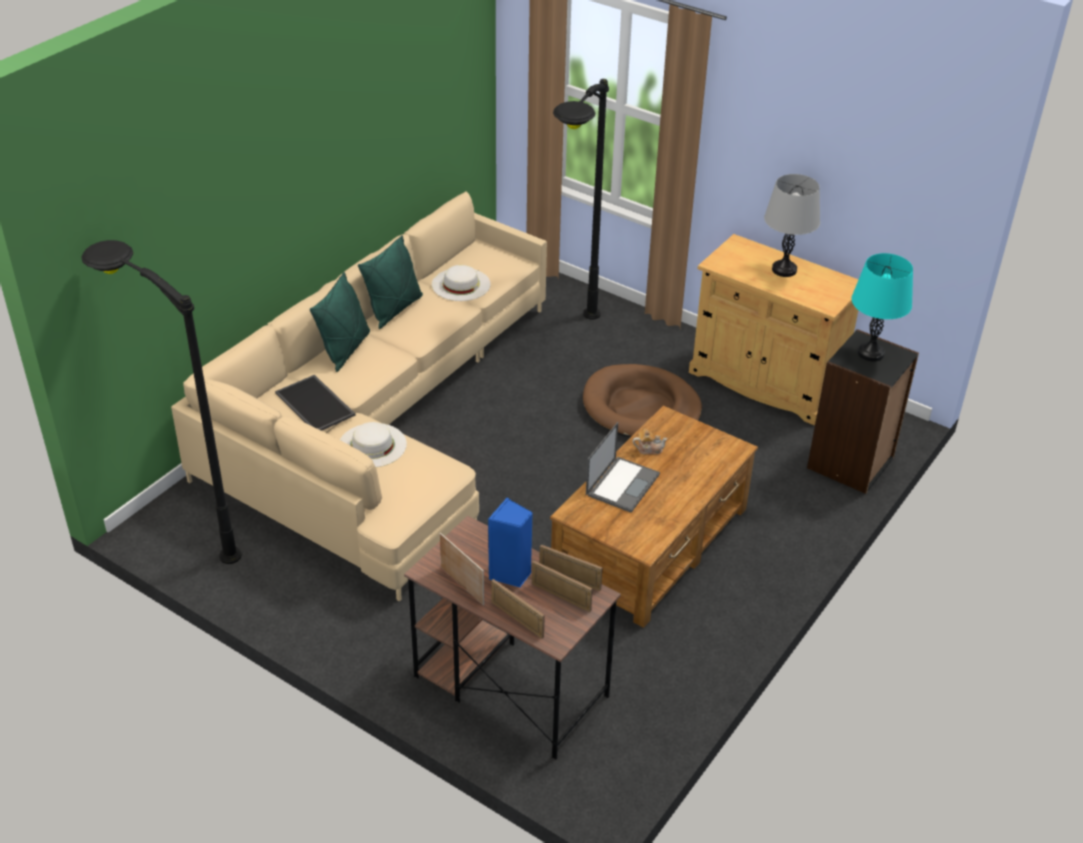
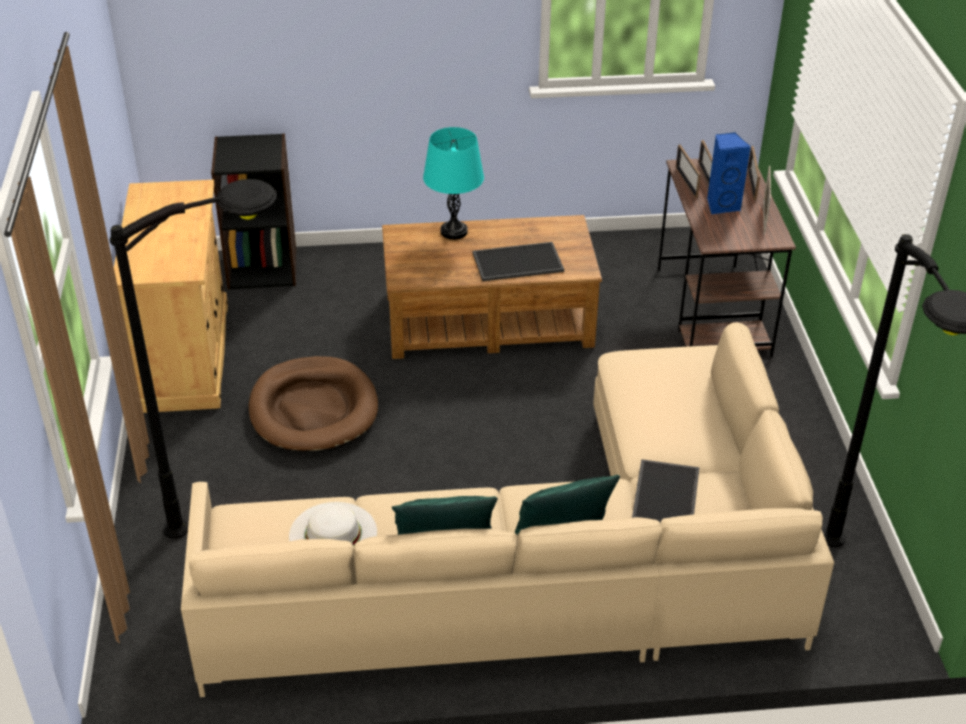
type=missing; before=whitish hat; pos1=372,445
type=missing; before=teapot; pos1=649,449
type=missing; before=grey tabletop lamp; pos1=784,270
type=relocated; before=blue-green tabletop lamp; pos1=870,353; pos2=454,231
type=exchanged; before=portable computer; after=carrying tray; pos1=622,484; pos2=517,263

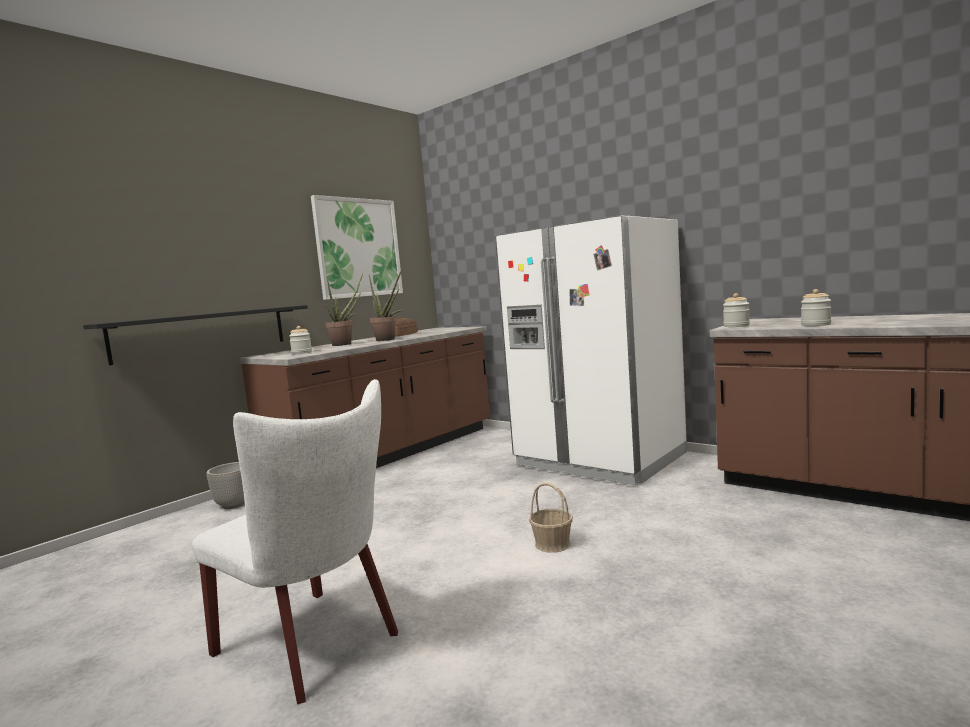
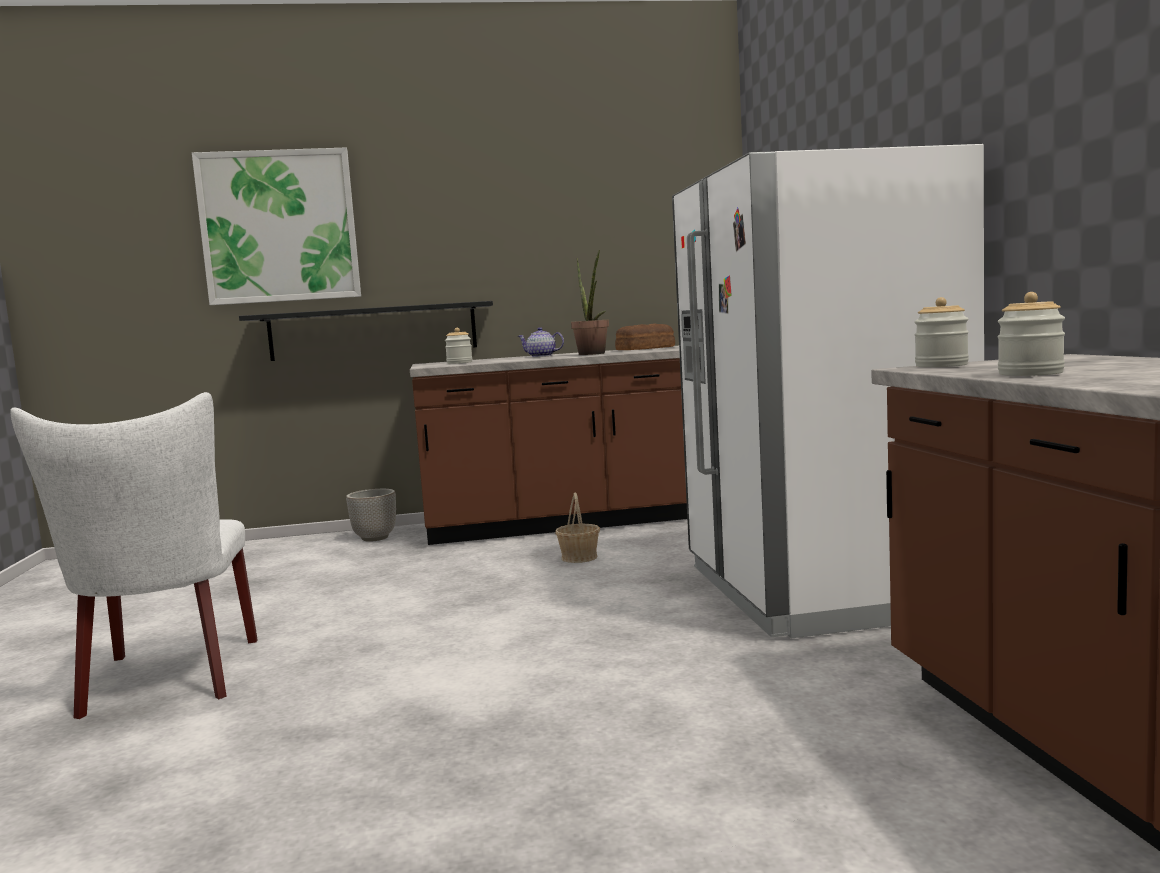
type=relocated; before=wall art; pos1=358,248; pos2=279,227
type=relocated; before=basket; pos1=552,544; pos2=579,557
type=exchanged; before=potted plant; after=teapot; pos1=345,344; pos2=541,356

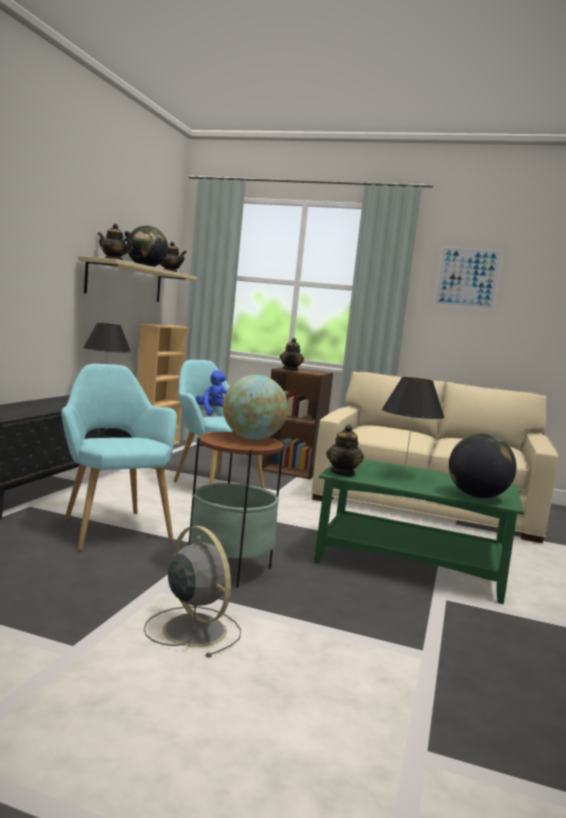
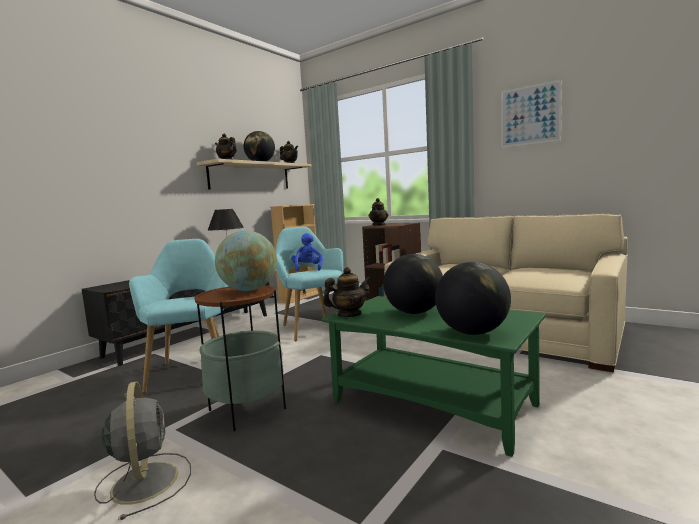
type=exchanged; before=black tabletop lamp; after=world globe; pos1=404,475; pos2=414,312
type=spun; before=teapot; pos1=343,473; pos2=349,315; turn=-135

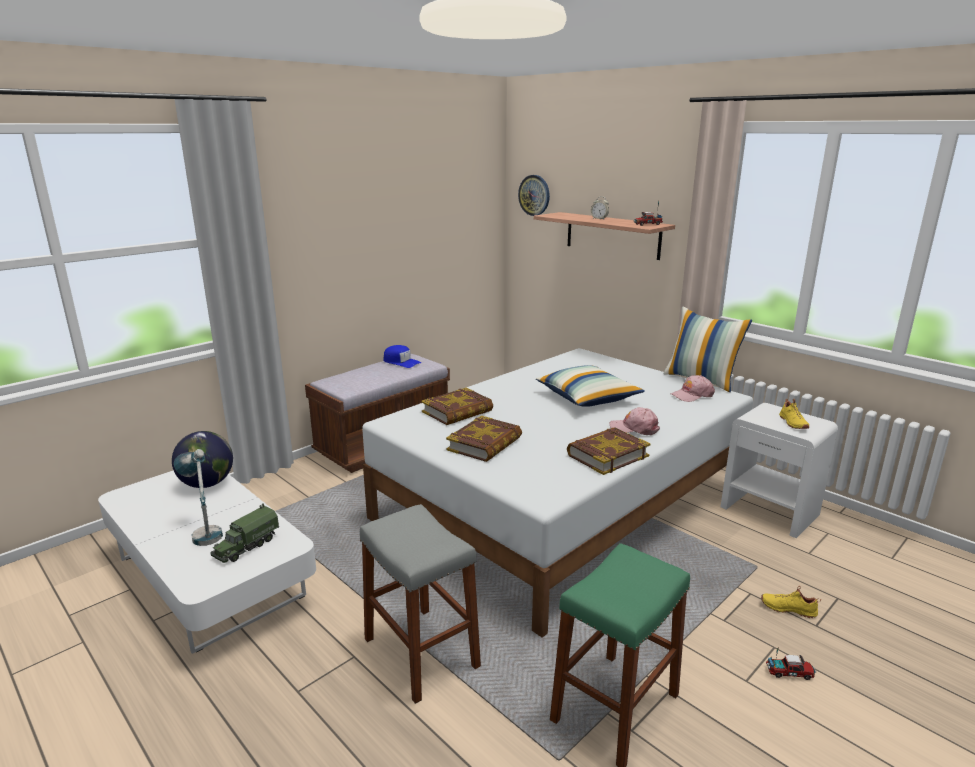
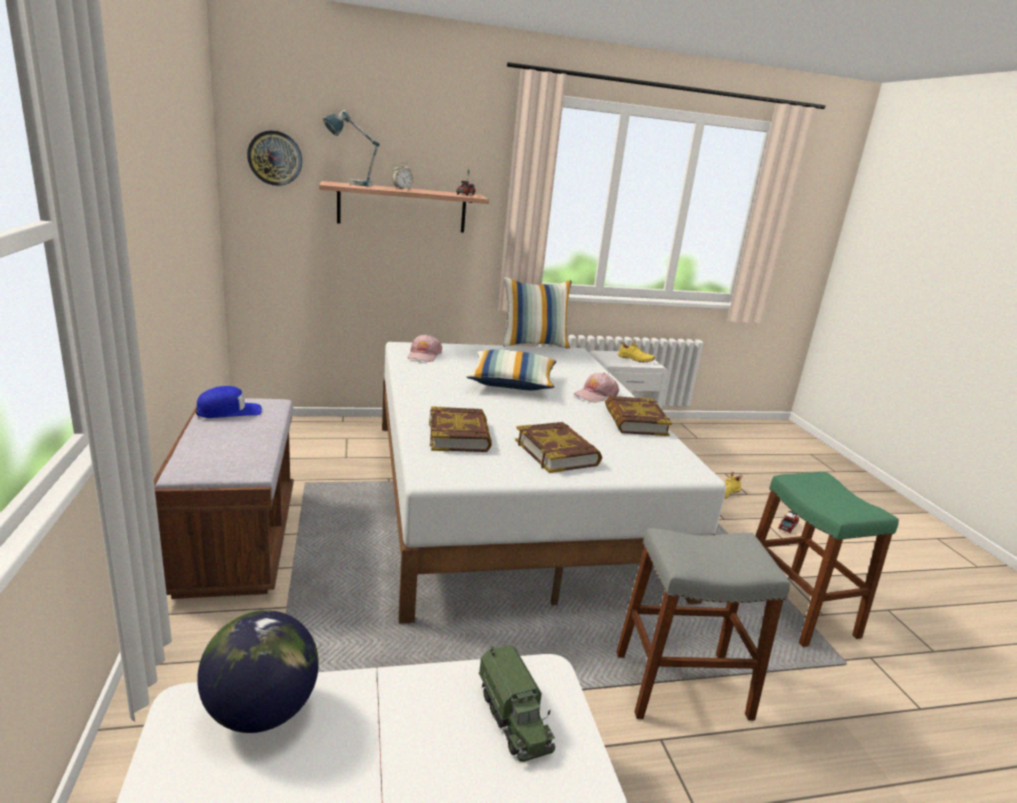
type=relocated; before=tabletop lamp; pos1=204,531; pos2=350,184
type=relocated; before=pink cap; pos1=692,395; pos2=424,355

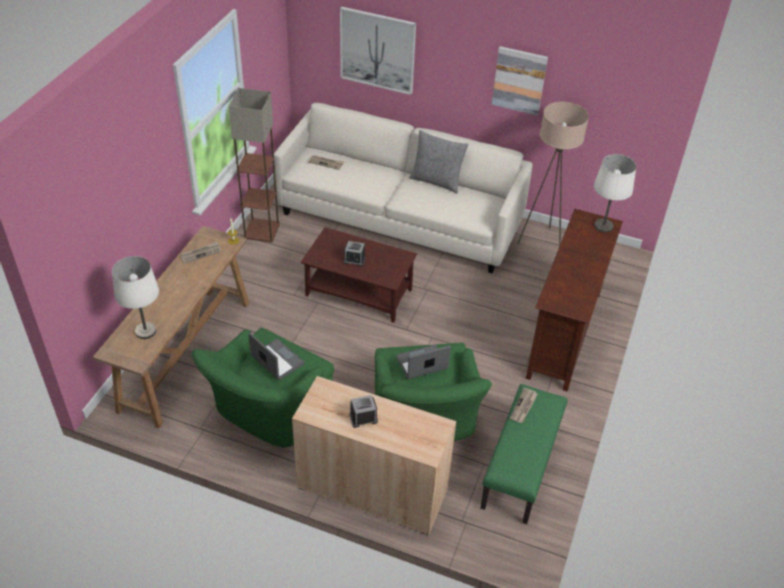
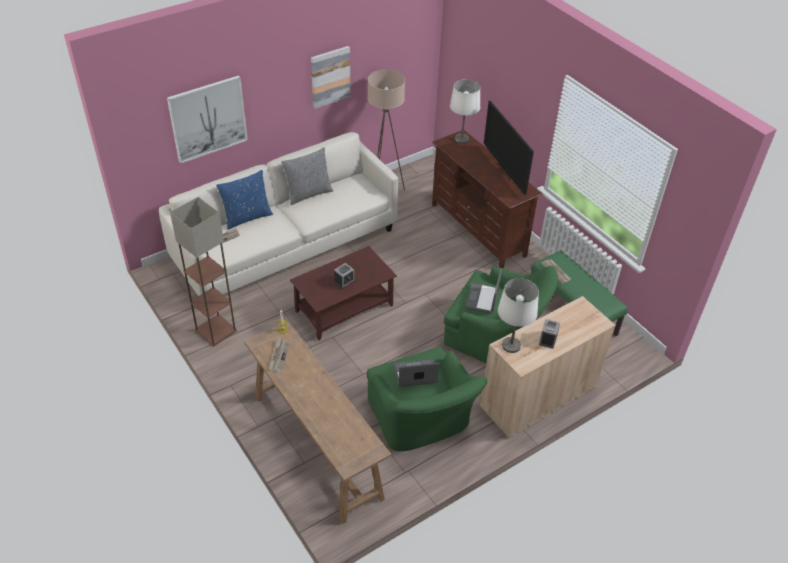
type=appeared; after=blue-coloured cushion; pos2=247,217
type=appeared; after=television; pos2=505,171
type=relocated; before=whitish tabletop lamp; pos1=146,331; pos2=511,345

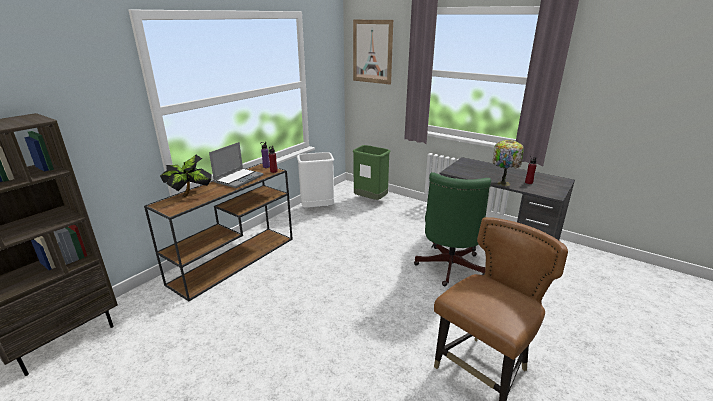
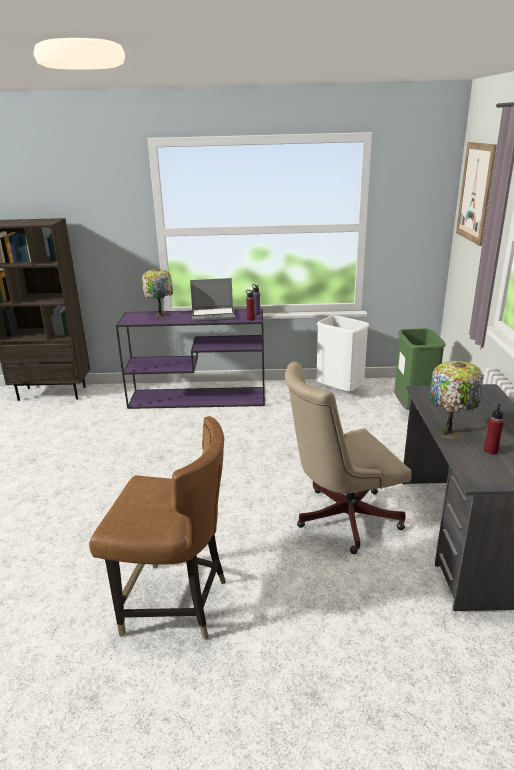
type=exchanged; before=potted plant; after=tabletop lamp; pos1=191,195; pos2=160,315
type=colour; before=brownish hall table; after=purple-coloured hall table; pos1=235,259; pos2=199,398
type=colour; before=green computer chair; after=sand-coloured computer chair; pos1=448,269; pos2=341,518

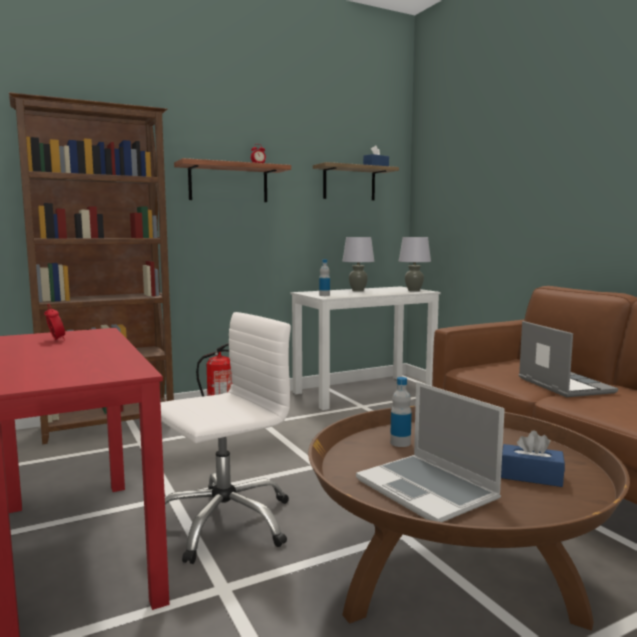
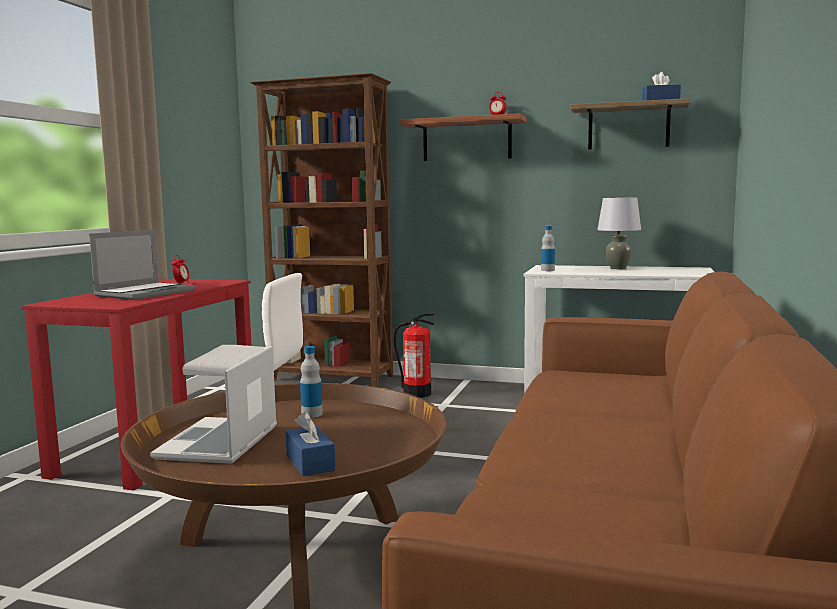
type=missing; before=grey tabletop lamp; pos1=413,290
type=relocated; before=portable computer; pos1=563,385; pos2=145,293

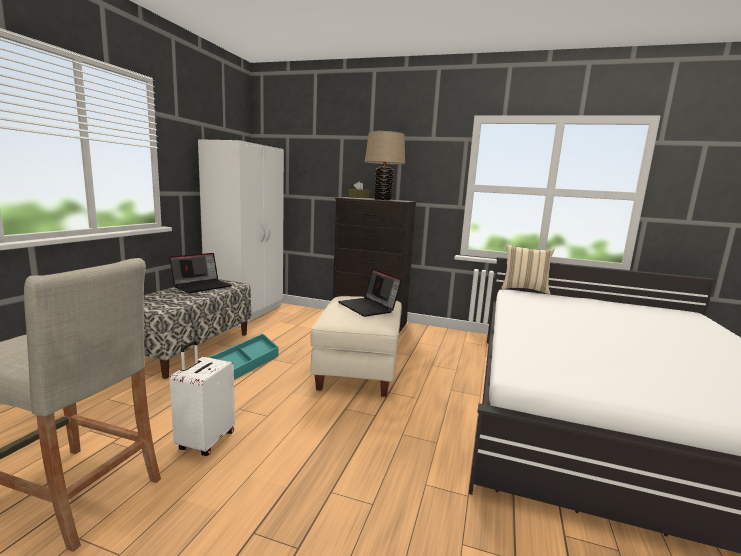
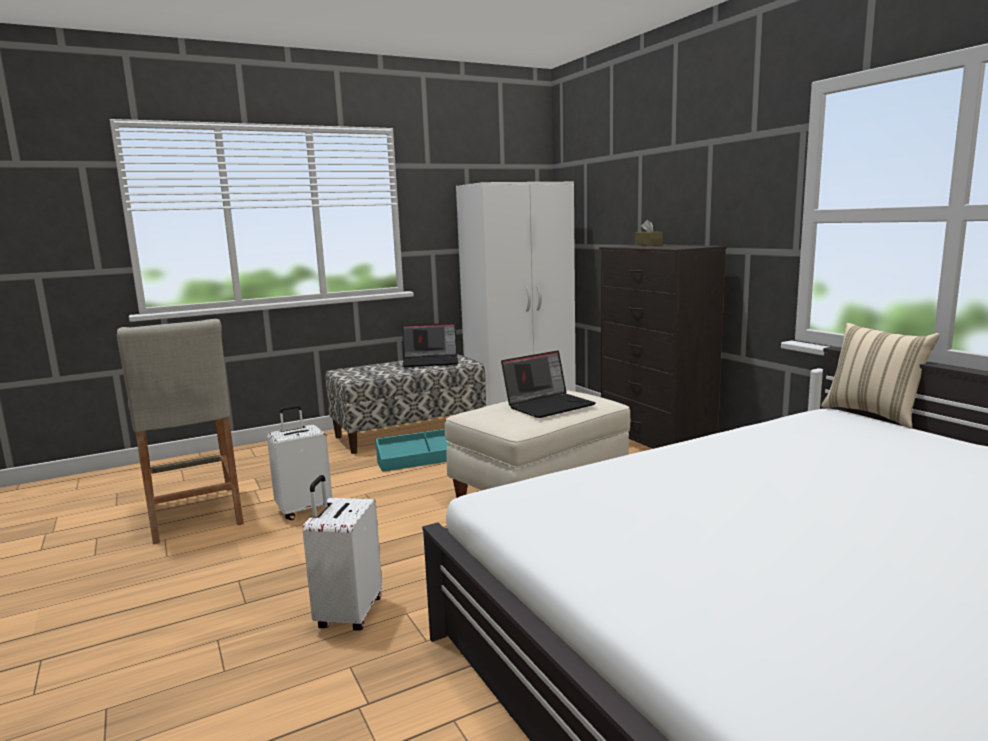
type=missing; before=sand-coloured tabletop lamp; pos1=382,199
type=appeared; after=whitish piece of luggage; pos2=348,614
type=spun; before=portable computer; pos1=369,307; pos2=549,405; turn=-135

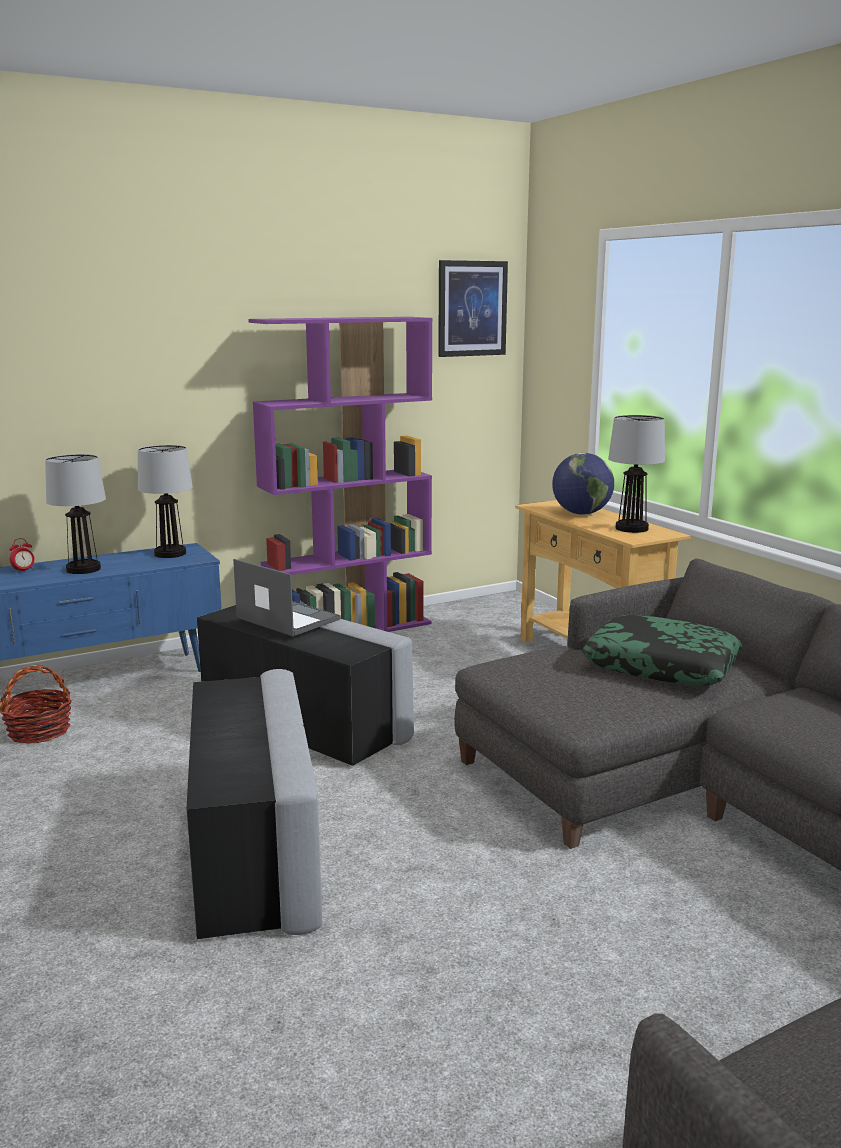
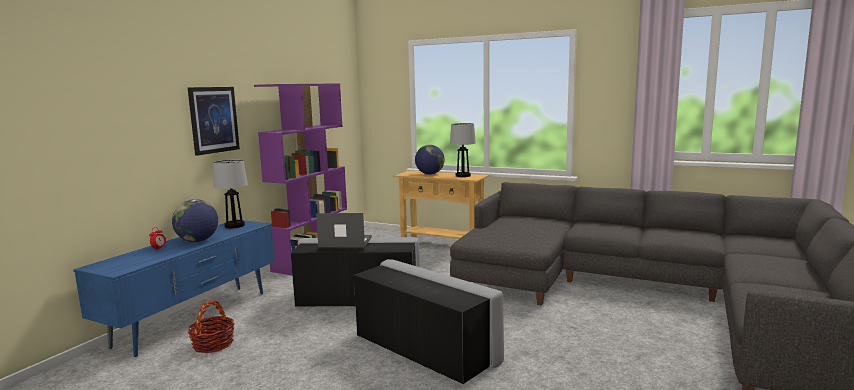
type=missing; before=cushion; pos1=660,666
type=relocated; before=wall art; pos1=472,308; pos2=214,120
type=exchanged; before=tabletop lamp; after=world globe; pos1=83,569; pos2=197,241

